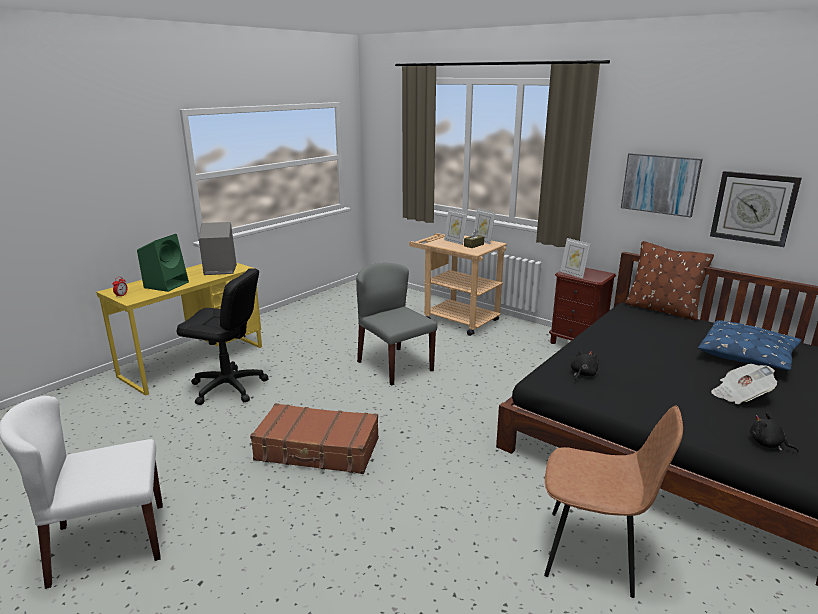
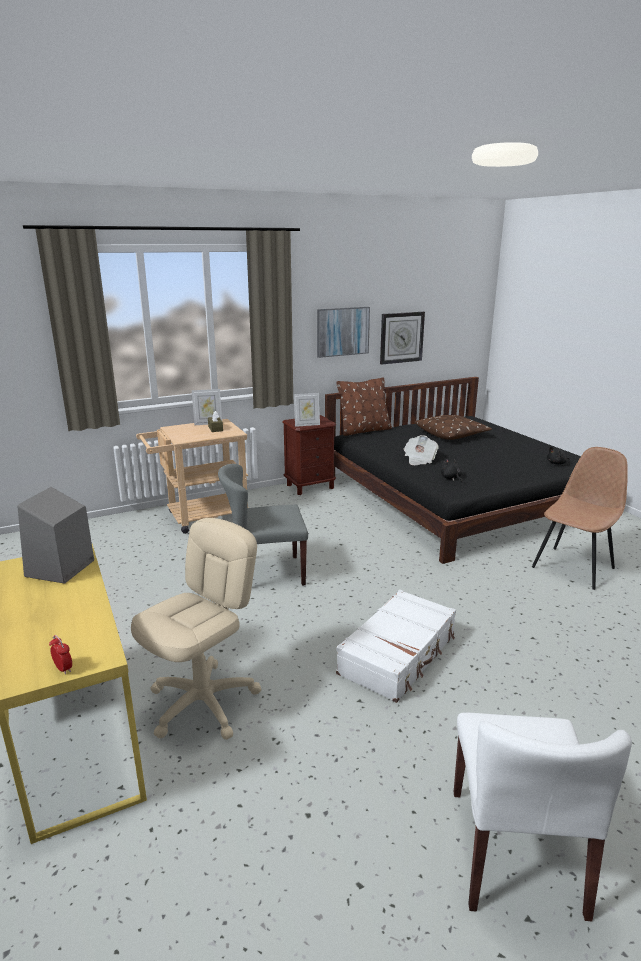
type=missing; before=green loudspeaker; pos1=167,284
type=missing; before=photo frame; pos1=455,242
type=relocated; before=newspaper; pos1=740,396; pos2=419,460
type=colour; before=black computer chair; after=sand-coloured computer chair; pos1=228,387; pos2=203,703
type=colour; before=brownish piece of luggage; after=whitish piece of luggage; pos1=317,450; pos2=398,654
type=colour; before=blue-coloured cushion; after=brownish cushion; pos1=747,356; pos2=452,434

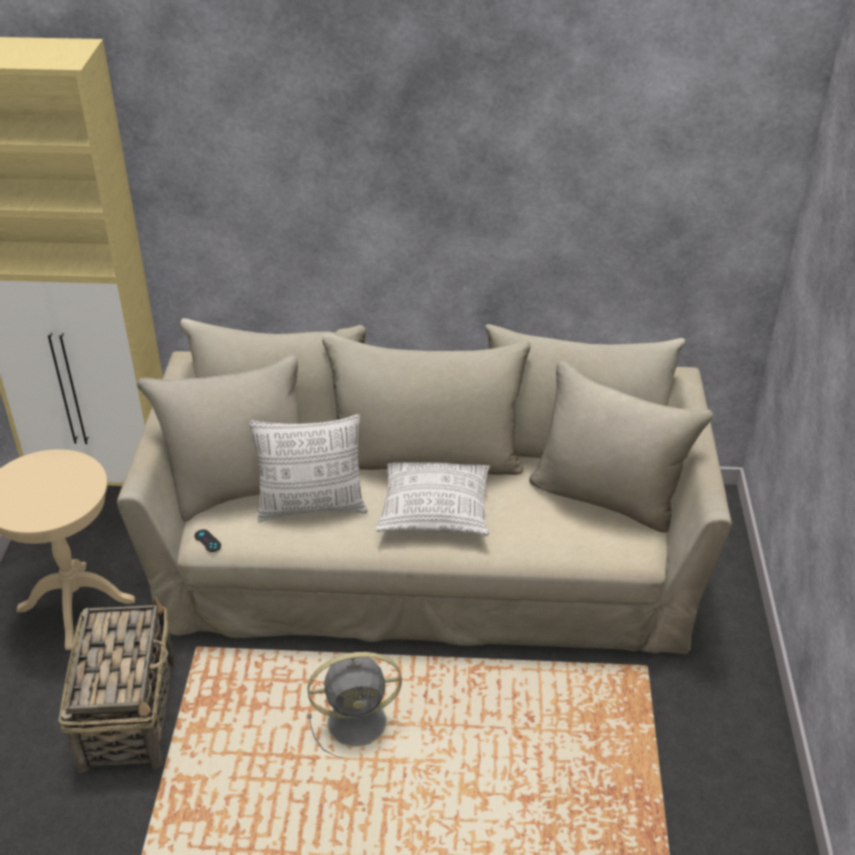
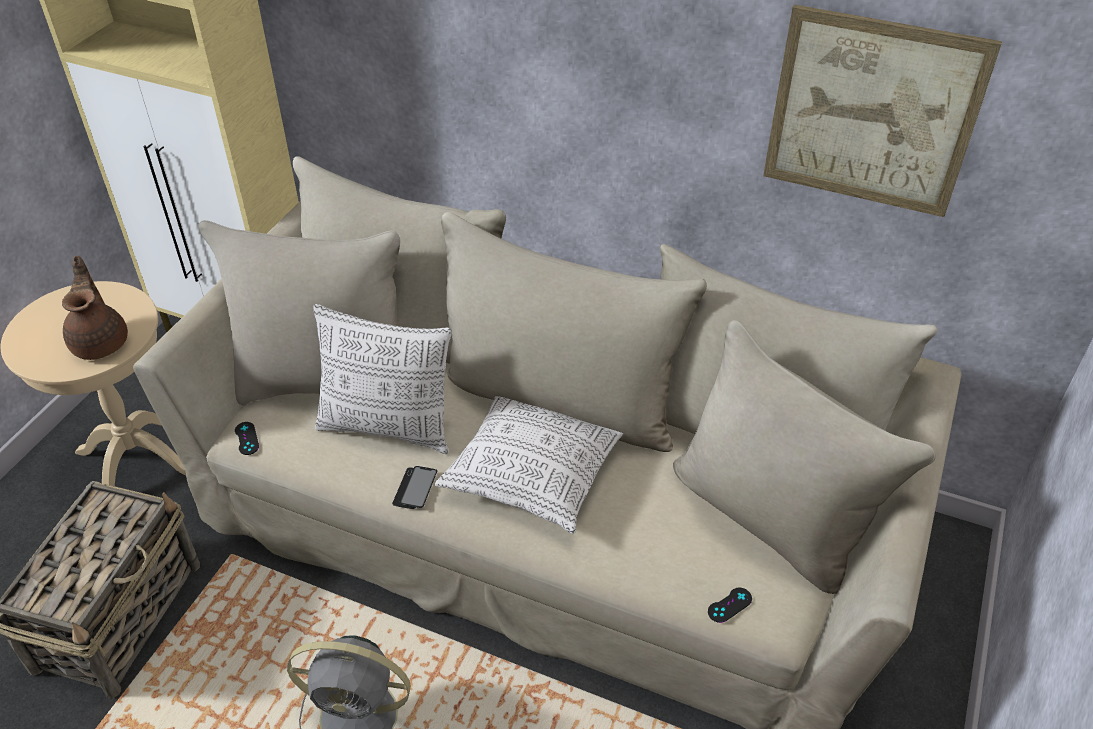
type=appeared; after=brownish teapot; pos2=101,342
type=appeared; after=phone; pos2=415,488
type=appeared; after=black gamepad; pos2=729,605
type=appeared; after=wall art; pos2=872,112

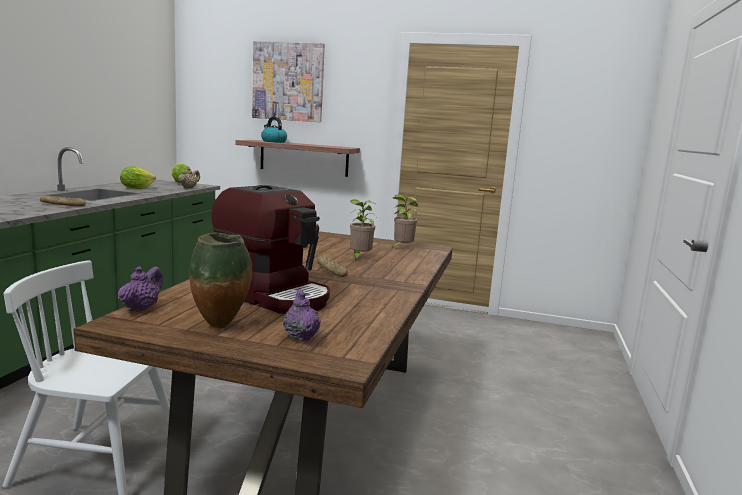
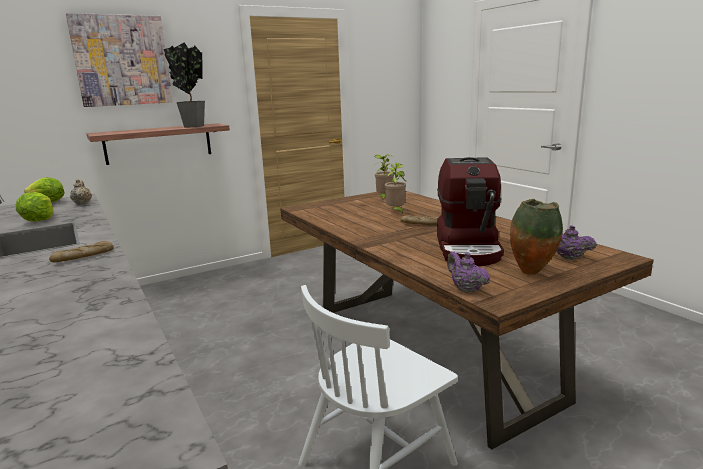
type=missing; before=water kettle; pos1=273,141
type=appeared; after=potted plant; pos2=191,126
type=spun; before=coffee brewer; pos1=274,295; pos2=469,248; turn=105

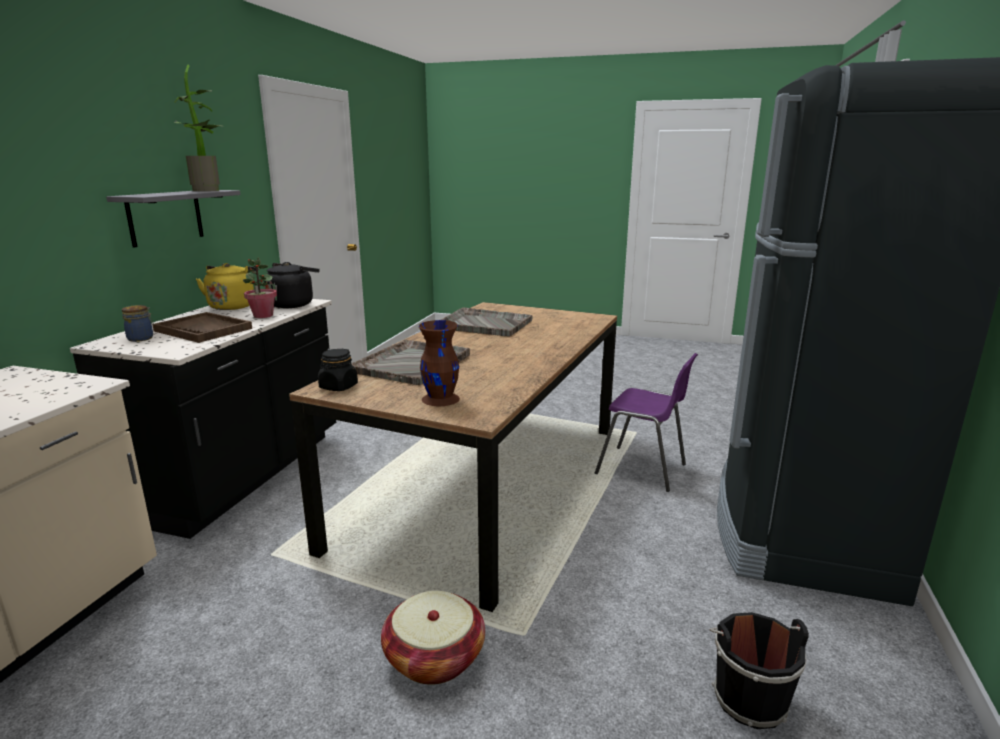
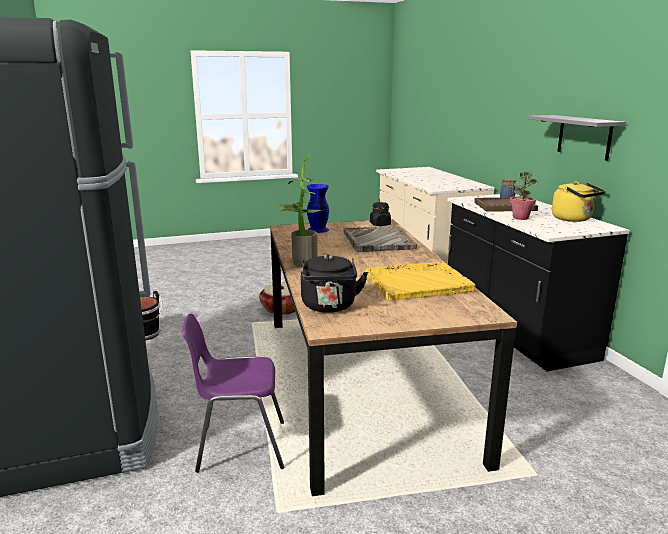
type=relocated; before=potted plant; pos1=209,190; pos2=301,263
type=relocated; before=black water kettle; pos1=293,304; pos2=329,307
type=colour; before=brownish flower vase; after=blue-coloured flower vase; pos1=441,399; pos2=317,230
type=colour; before=grey carrying tray; after=yellowish carrying tray; pos1=484,324; pos2=419,283

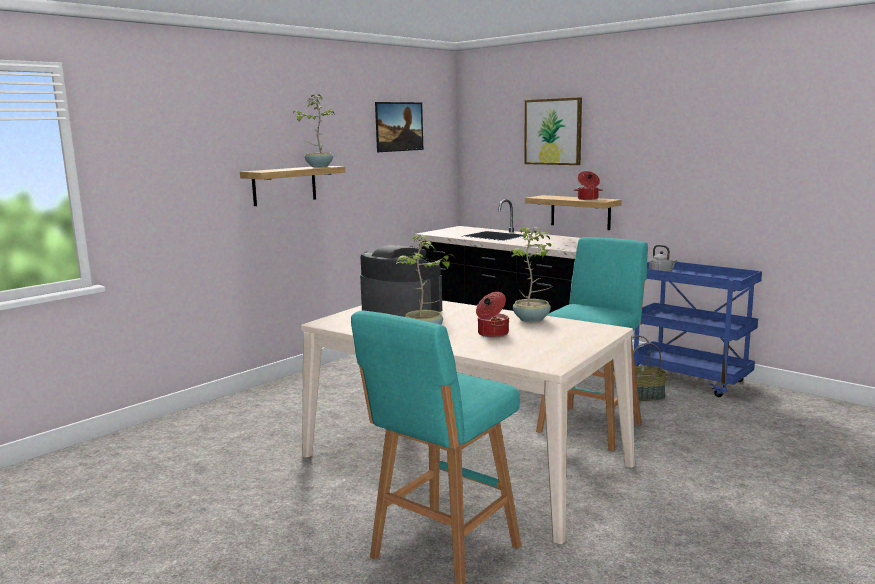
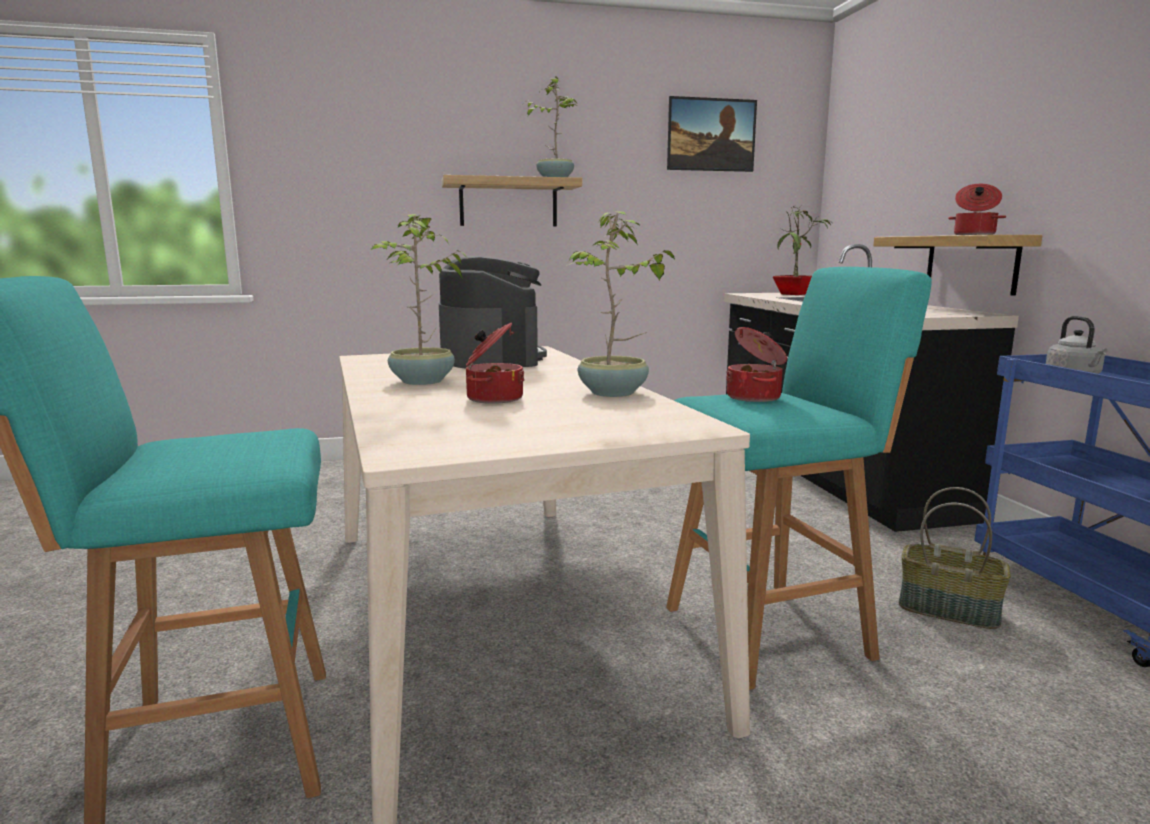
type=missing; before=wall art; pos1=553,132
type=appeared; after=saucepot; pos2=755,397
type=appeared; after=potted plant; pos2=795,294

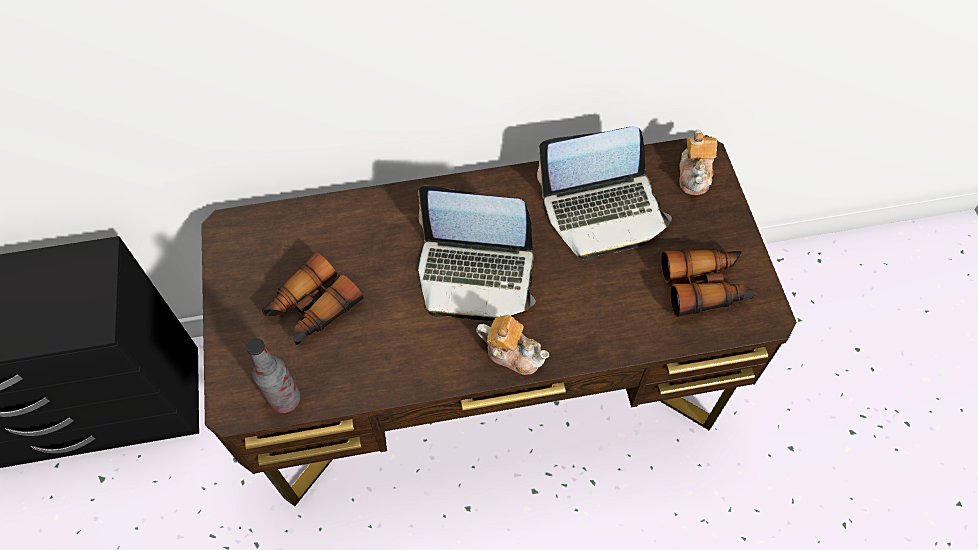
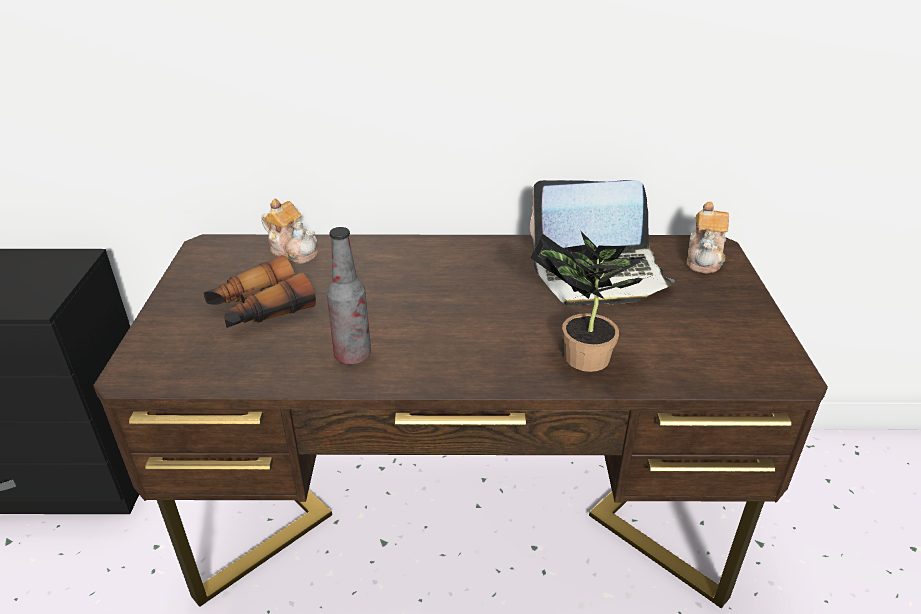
type=missing; before=portable computer; pos1=475,274
type=missing; before=pair of binoculars; pos1=705,286
type=appeared; after=potted plant; pos2=579,357
type=relocated; before=bottle; pos1=285,399; pos2=352,355
type=relocated; before=teapot; pos1=513,353; pos2=293,251

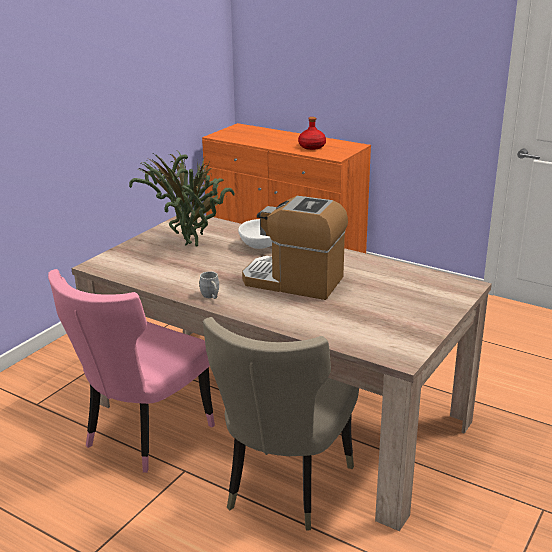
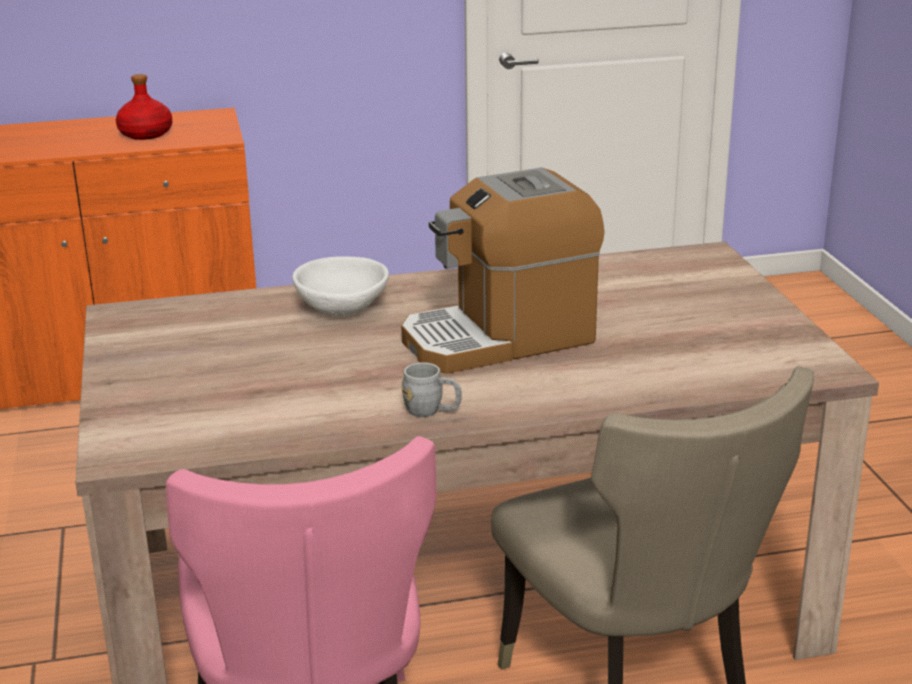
type=missing; before=potted plant; pos1=189,242

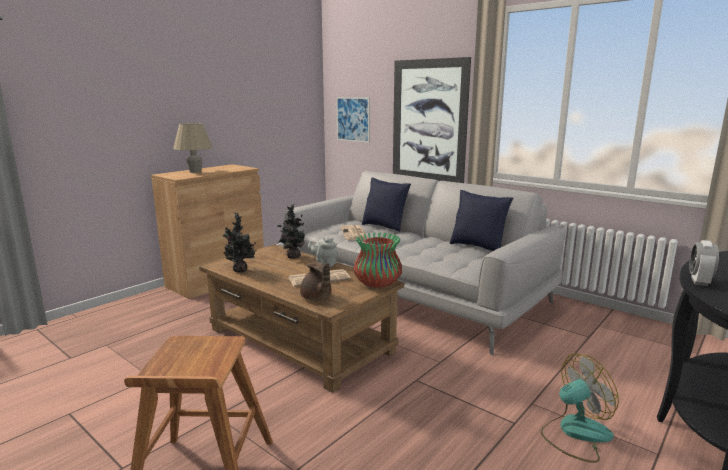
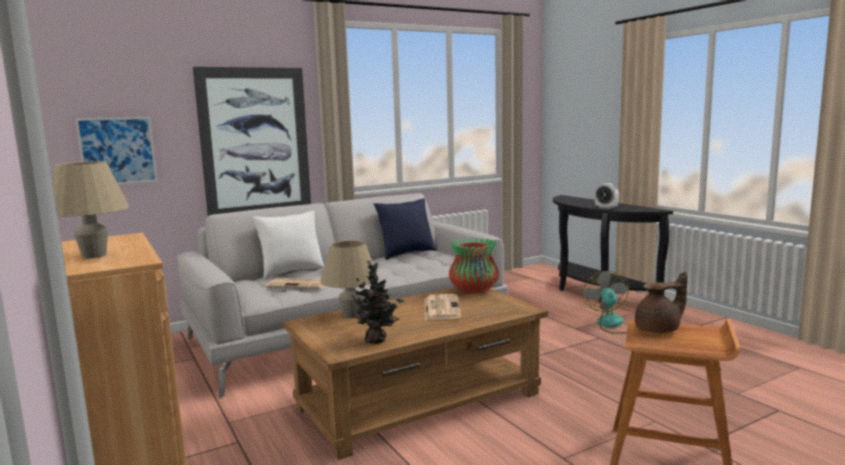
type=missing; before=grey teapot; pos1=324,264
type=relocated; before=brownish teapot; pos1=316,298; pos2=659,330
type=exchanged; before=potted plant; after=sand-coloured tabletop lamp; pos1=292,256; pos2=351,315
type=colour; before=blue-coloured cushion; after=whitish cushion; pos1=385,227; pos2=291,272

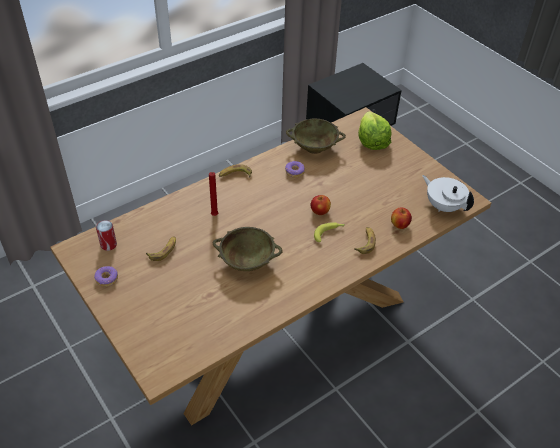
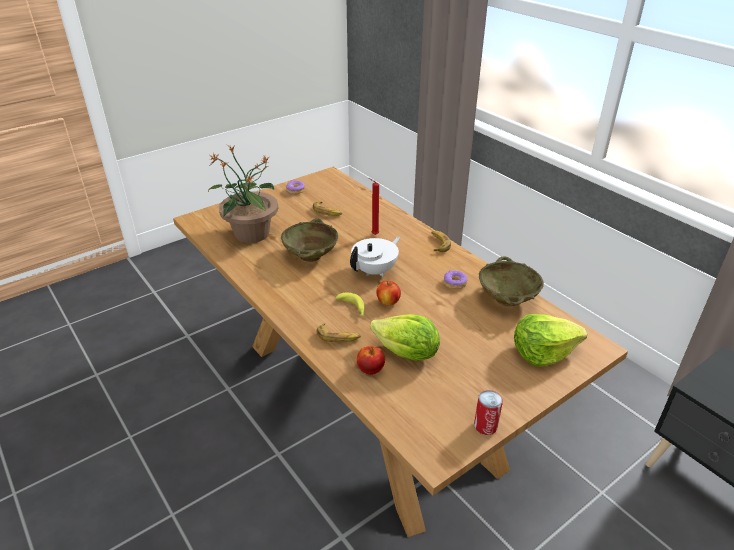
type=appeared; after=potted plant; pos2=251,234
type=appeared; after=lettuce; pos2=406,353
type=relocated; before=metal can; pos1=108,245; pos2=485,426
type=relocated; before=whitish teapot; pos1=443,206; pos2=375,271

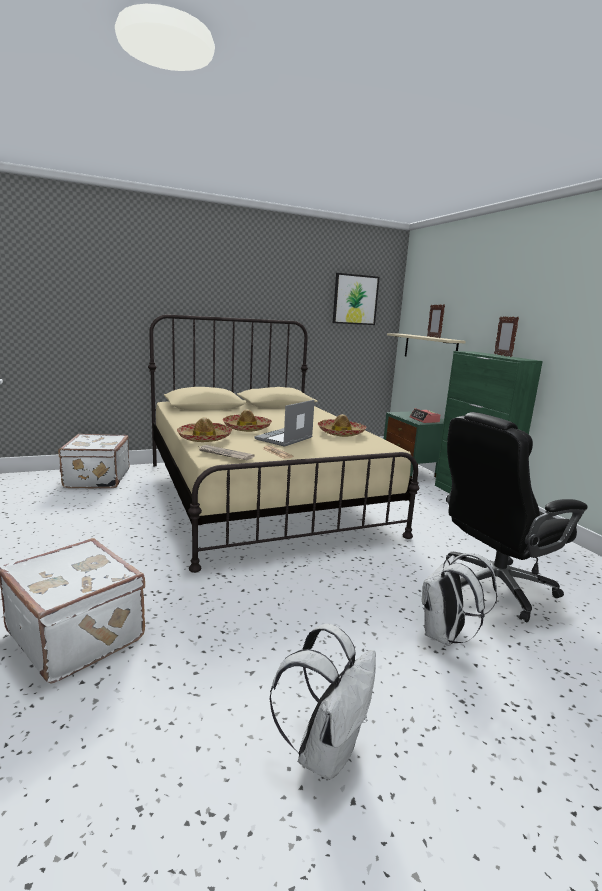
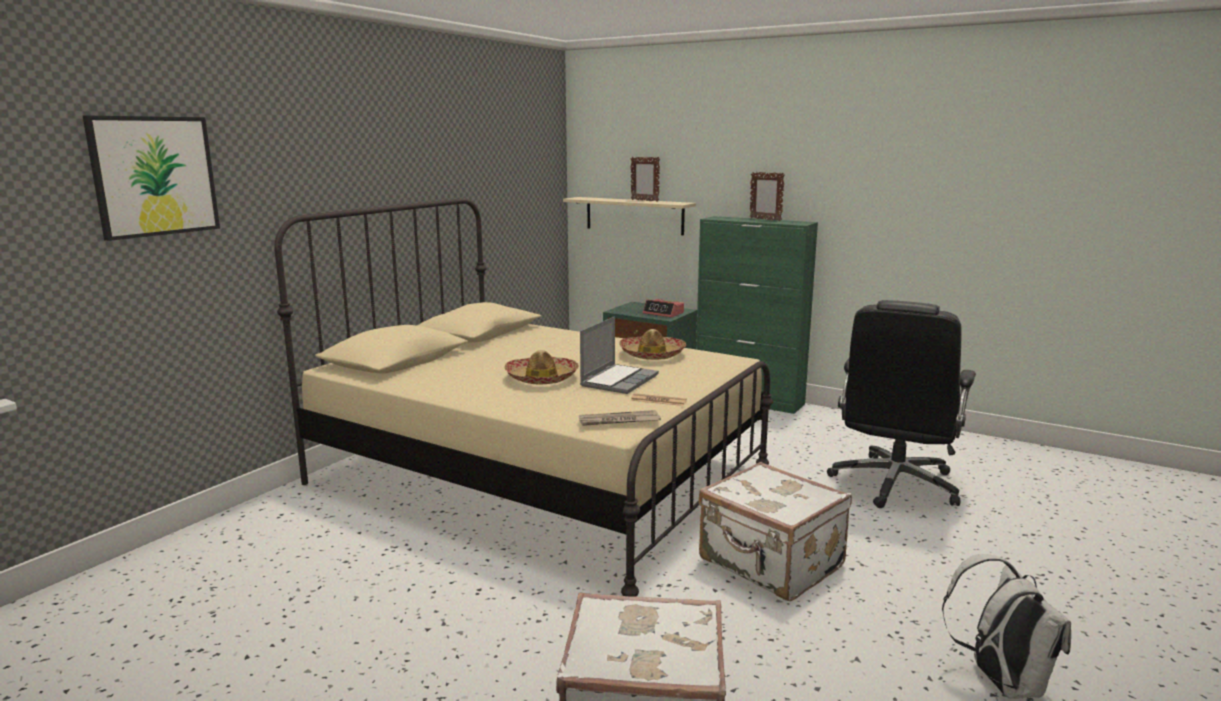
type=missing; before=hat; pos1=204,438
type=missing; before=whitish rucksack; pos1=445,636
type=relocated; before=whitish piece of luggage; pos1=96,479; pos2=770,564
type=relocated; before=wall art; pos1=355,299; pos2=154,176
type=spun; before=portable computer; pos1=284,439; pos2=619,380; turn=-150

